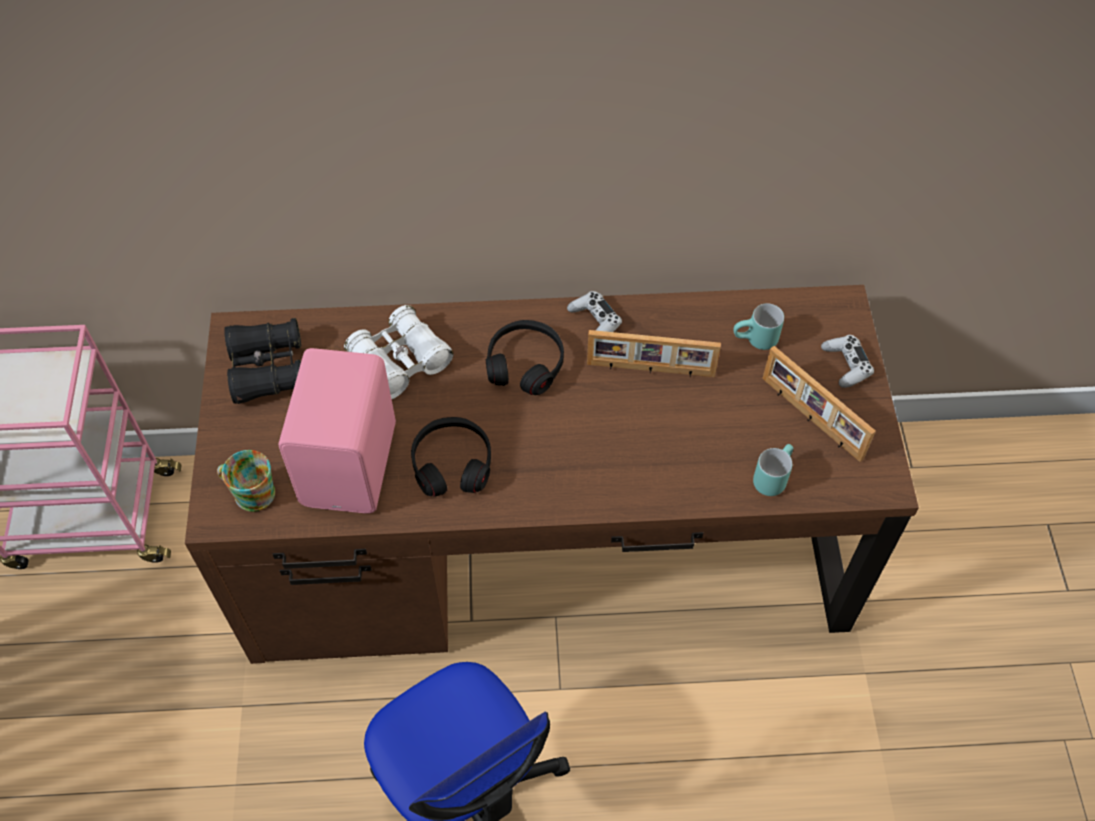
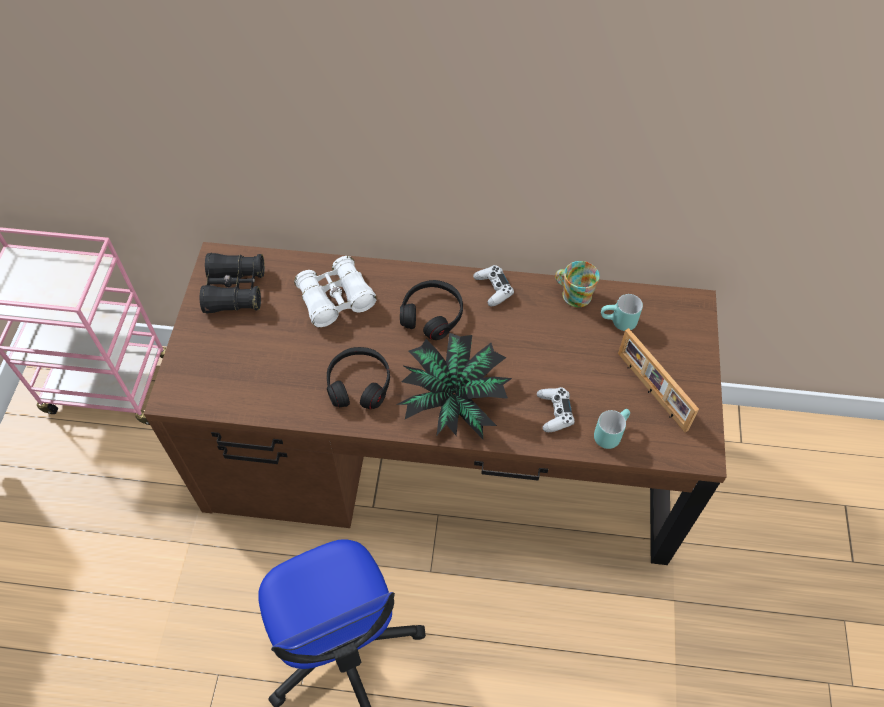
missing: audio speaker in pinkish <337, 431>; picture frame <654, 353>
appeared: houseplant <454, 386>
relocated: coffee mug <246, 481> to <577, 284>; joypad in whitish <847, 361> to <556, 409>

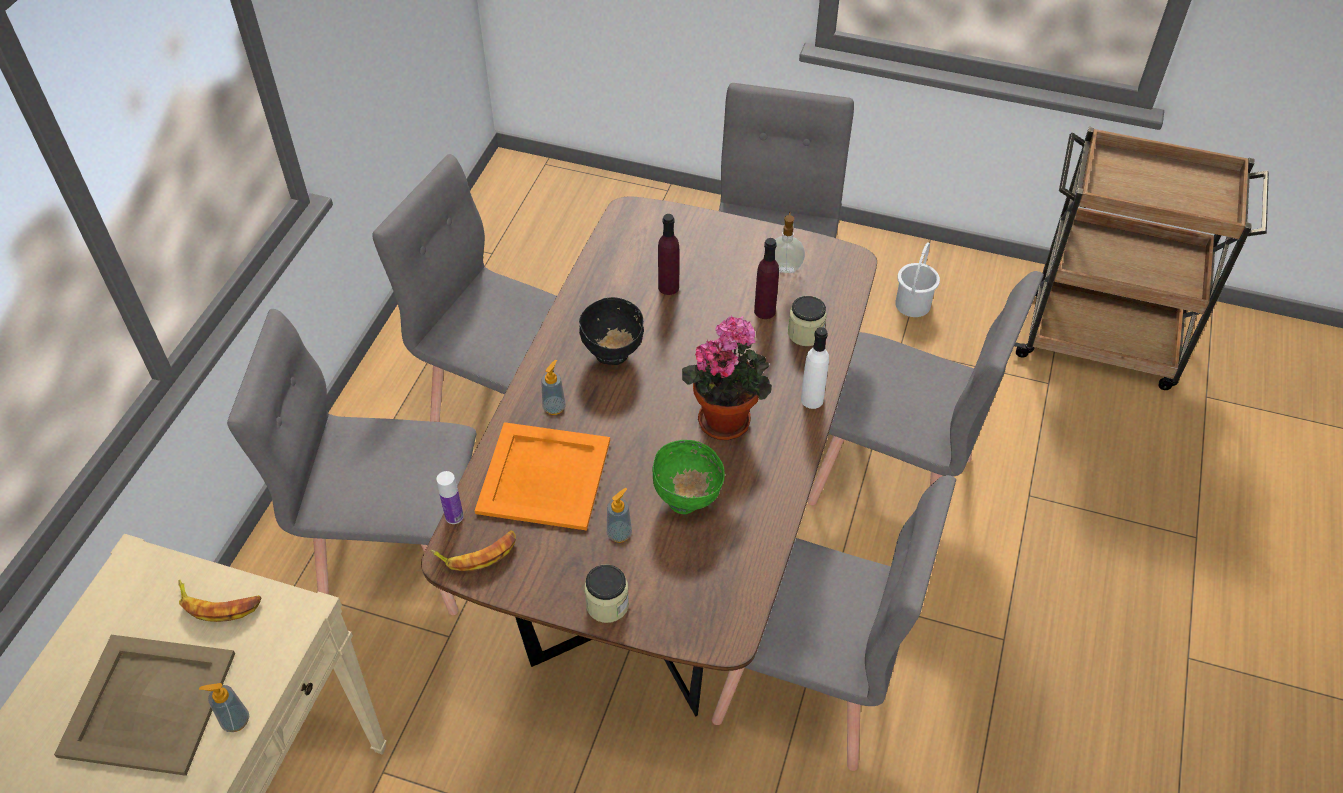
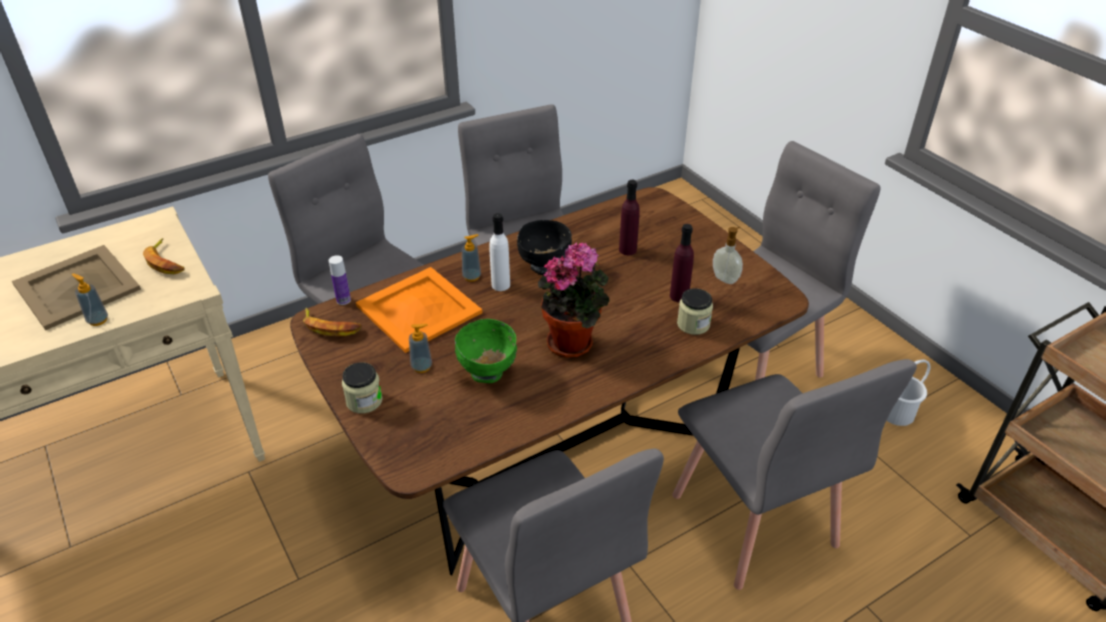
relocated: bottle in whitish <815, 368> to <499, 252>

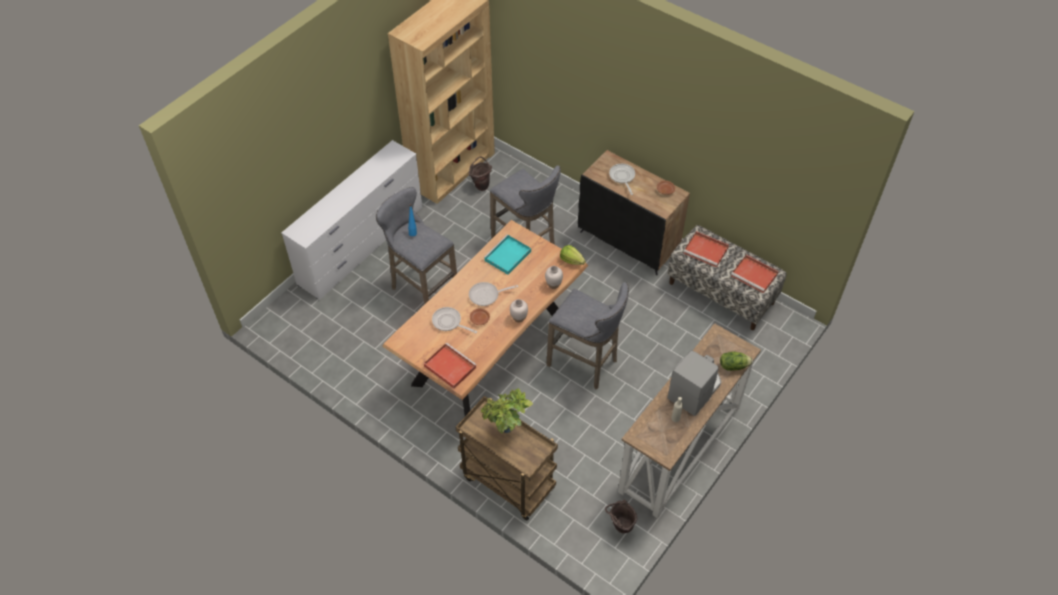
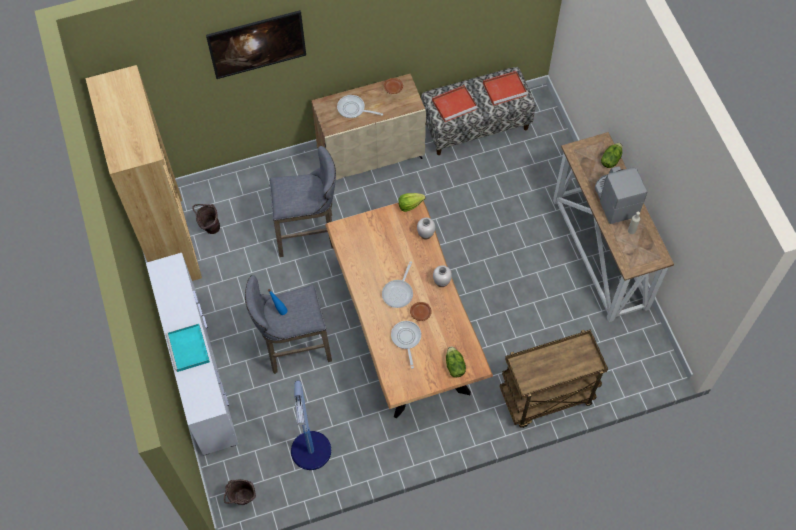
missing: houseplant <507, 411>; sitting stool in gray <587, 336>
appeared: picture <256, 44>; floor lamp <311, 425>
relocated: serving tray in blue-green <507, 255> to <188, 348>; bucket in brown <621, 517> to <240, 492>
exchanged: serving tray in reddish <450, 366> to lettuce <456, 361>
colour: cabinet in black <634, 212> to cabinet in beige <369, 127>
spun: frying pan <454, 320> = <406, 345> 105 degrees clockwise

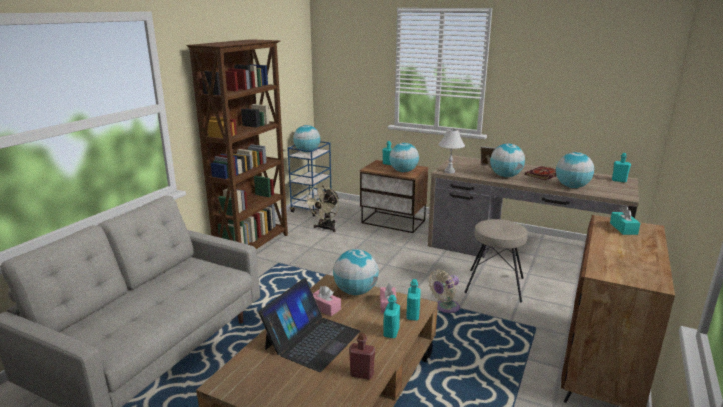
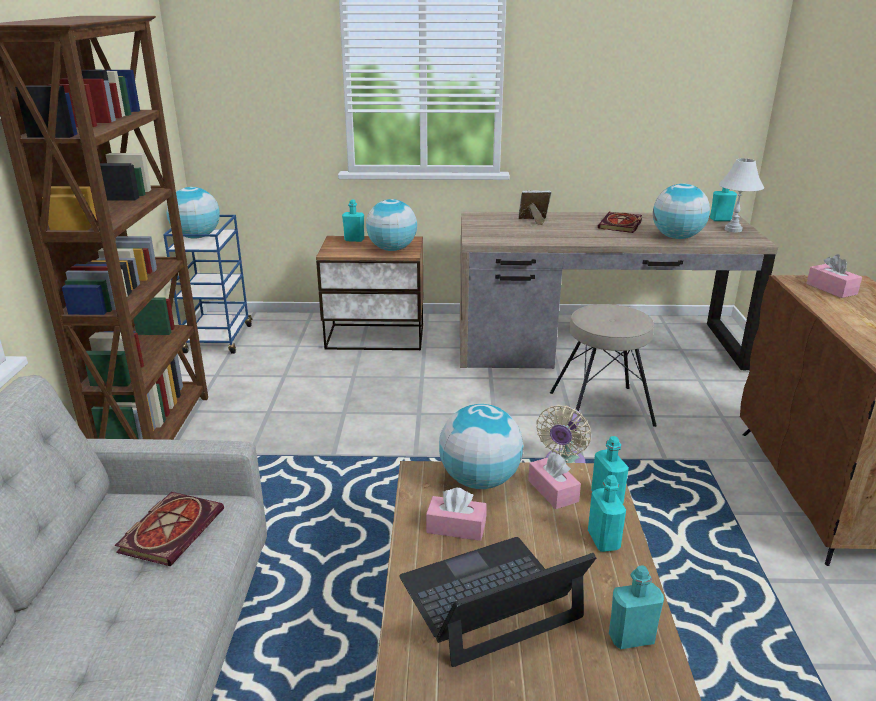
missing: cooling fan in beige <321, 208>; world globe <507, 160>
appeared: volume <169, 529>
relocated: lamp for a table in whitish <451, 150> to <741, 195>
colour: bottle in reddish <362, 356> to bottle in blue-green <636, 607>; tissue box in blue-green <625, 220> to tissue box in pinkish <834, 276>
spun: laptop <309, 325> = <497, 602> 120 degrees counterclockwise

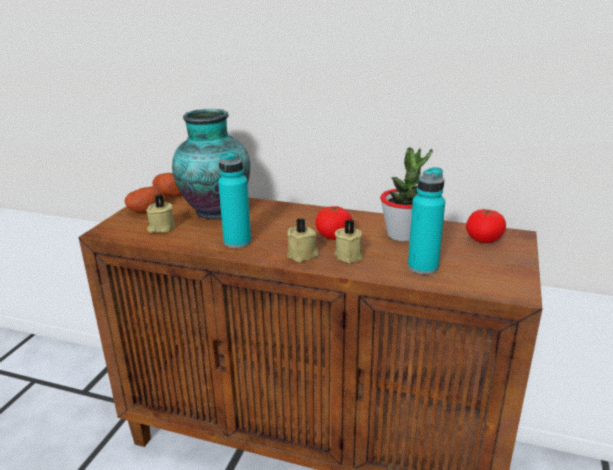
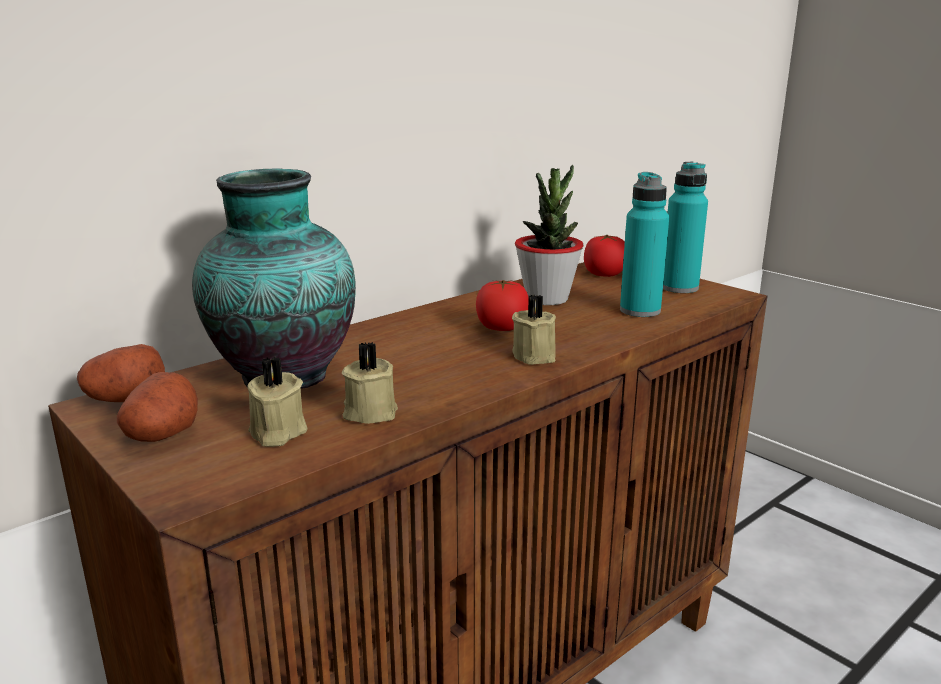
relocated: bottle in blue-green <234, 199> to <685, 227>; wax light in beige <349, 241> to <370, 383>

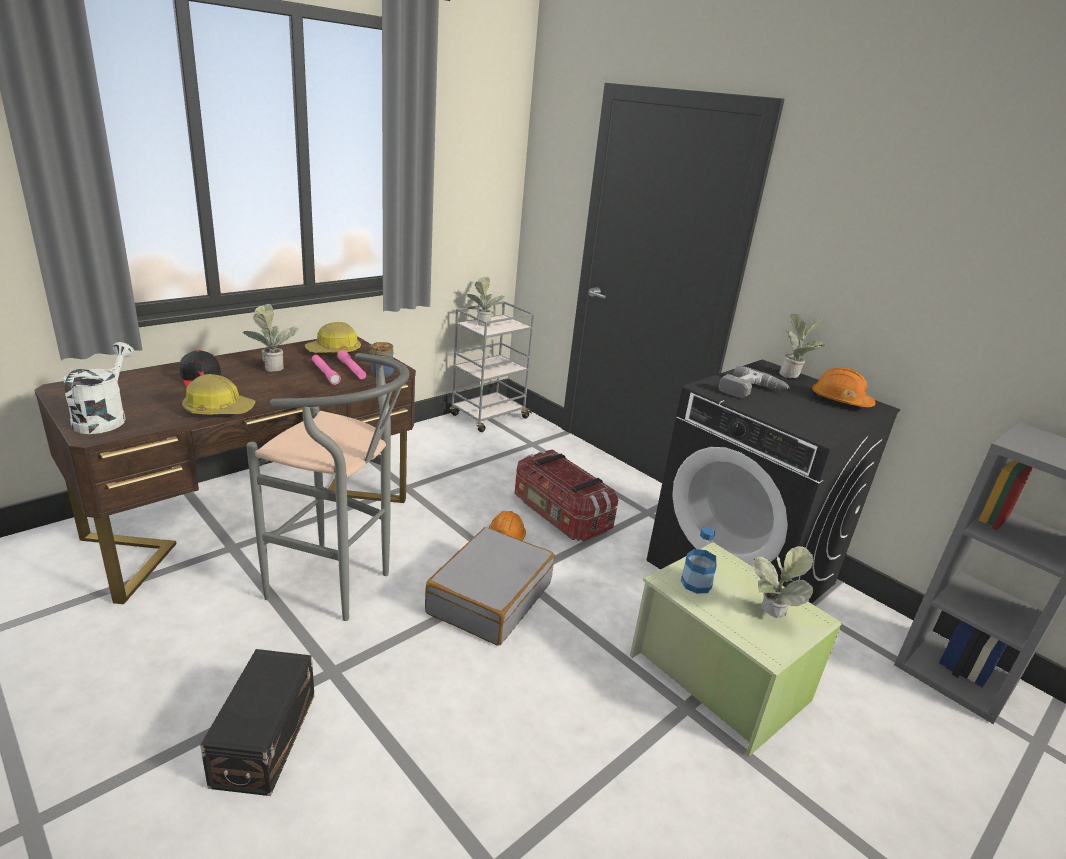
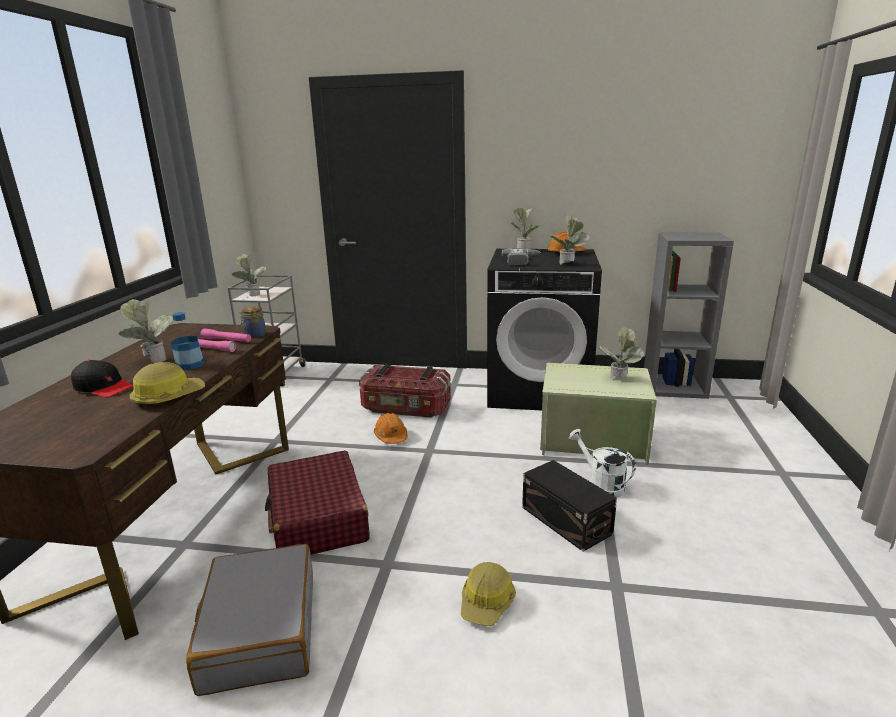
appeared: houseplant <569, 239>
relocated: watering pot in whitish <98, 388> to <602, 463>; storage bin in black <257, 722> to <569, 506>; safety helmet <333, 337> to <488, 594>; travel case in gray <490, 586> to <249, 620>; bottle <699, 560> to <187, 341>
exchanged: sitting stool in gray <328, 487> to travel case in reddish <317, 503>

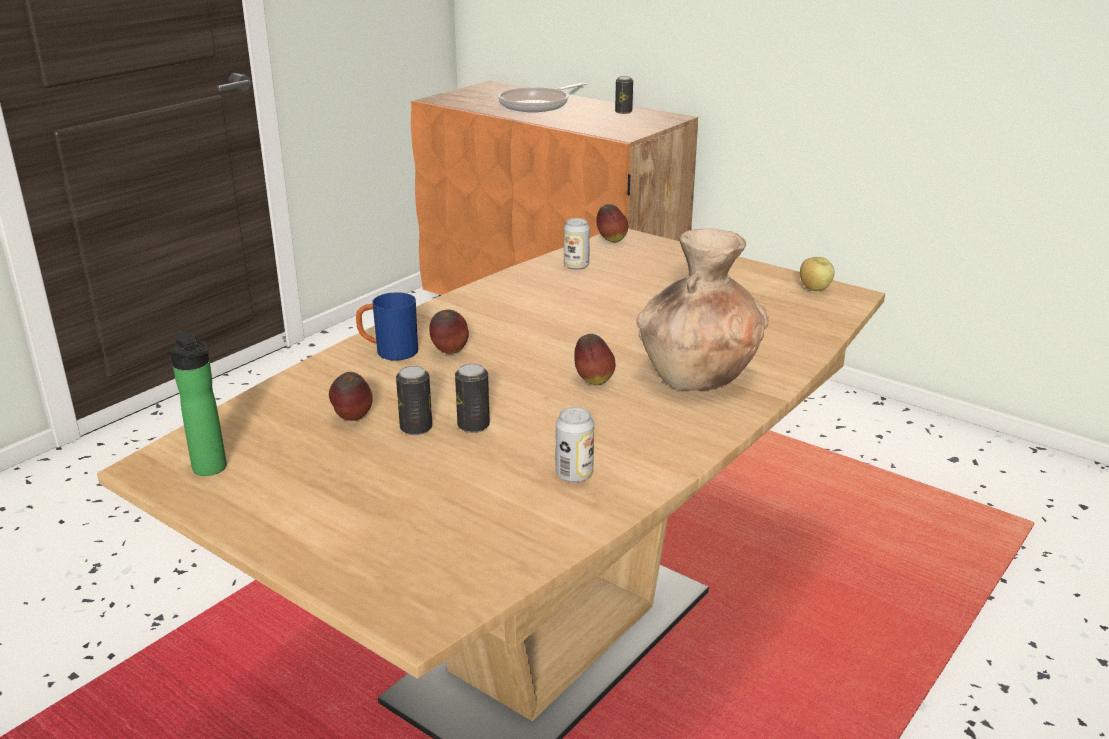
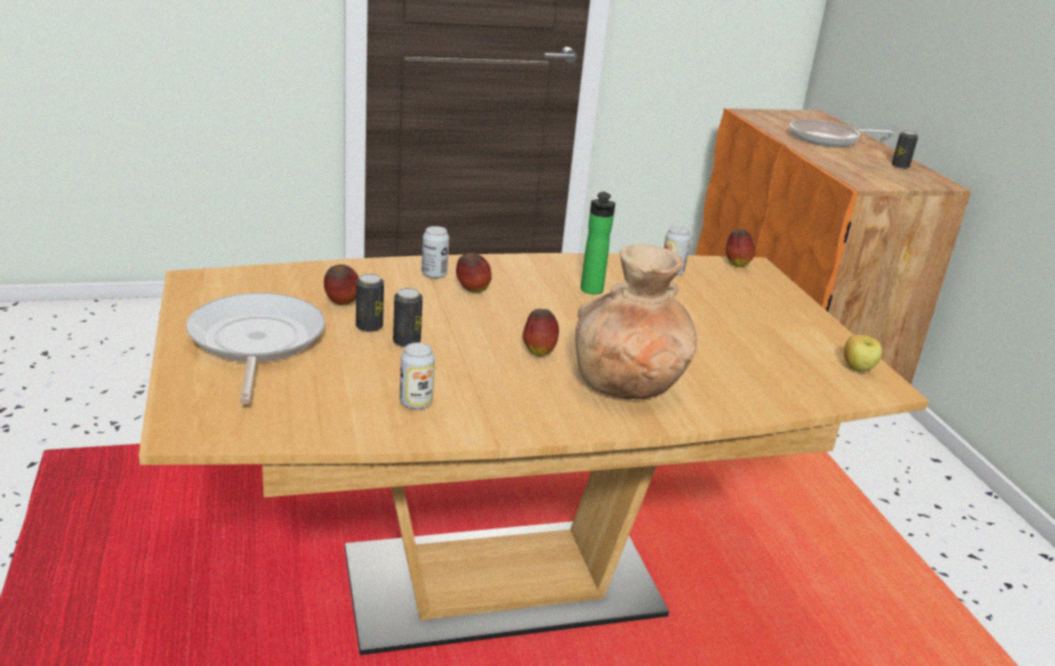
appeared: frying pan <255, 348>
relocated: bottle <198, 404> to <598, 243>
exchanged: coffee mug in blue <387, 326> to sealed can <435, 252>

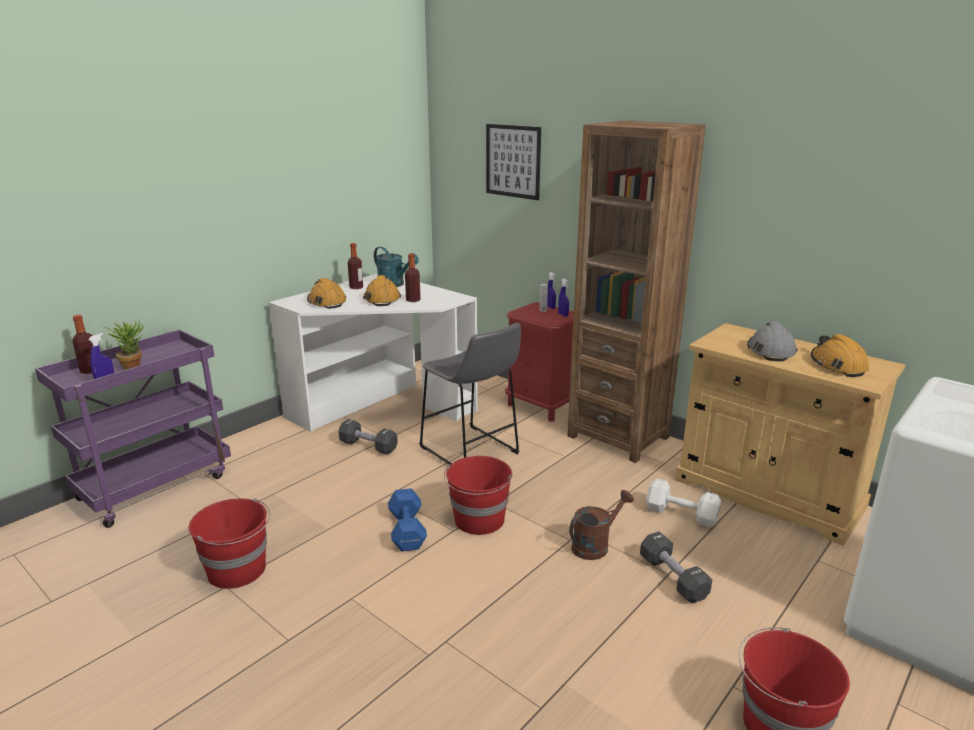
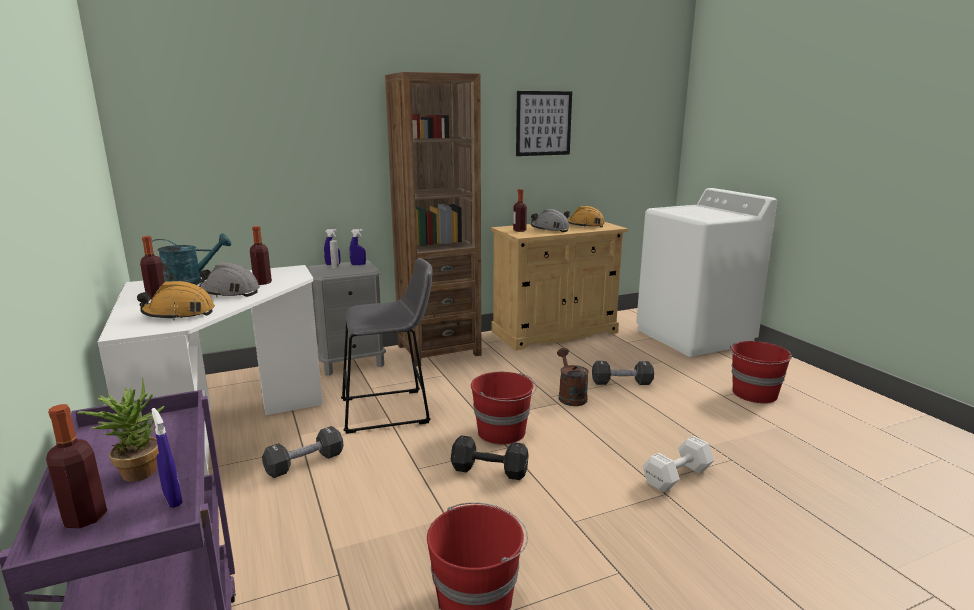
appeared: bottle <520, 210>
relocated: picture <513, 162> to <544, 123>; free weight in whitish <683, 503> to <678, 464>
colour: safety helmet in orange <382, 290> to safety helmet in gray <229, 280>; free weight in blue <407, 520> to free weight in black <490, 457>; bedside table in reddish <539, 362> to bedside table in gray <346, 318>

